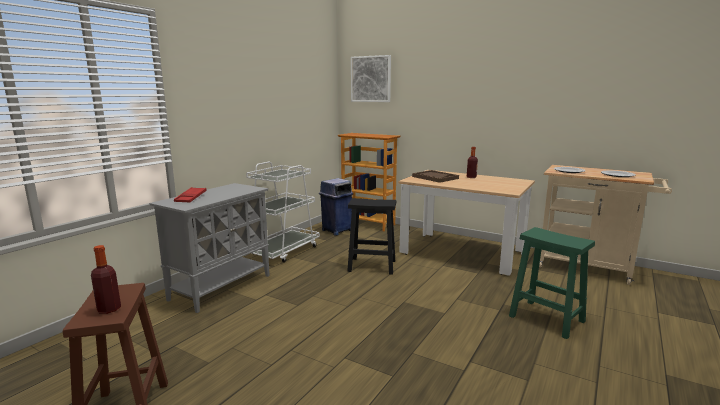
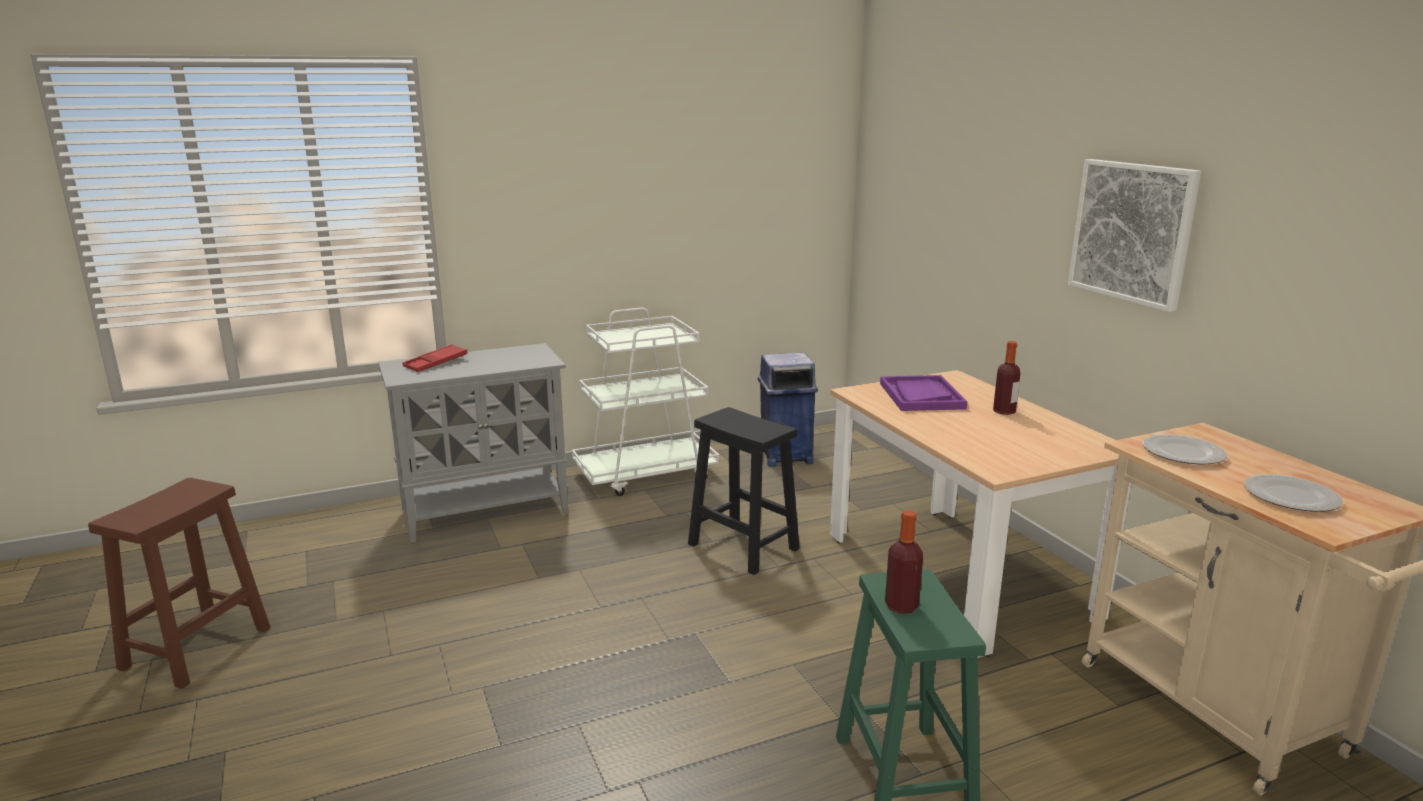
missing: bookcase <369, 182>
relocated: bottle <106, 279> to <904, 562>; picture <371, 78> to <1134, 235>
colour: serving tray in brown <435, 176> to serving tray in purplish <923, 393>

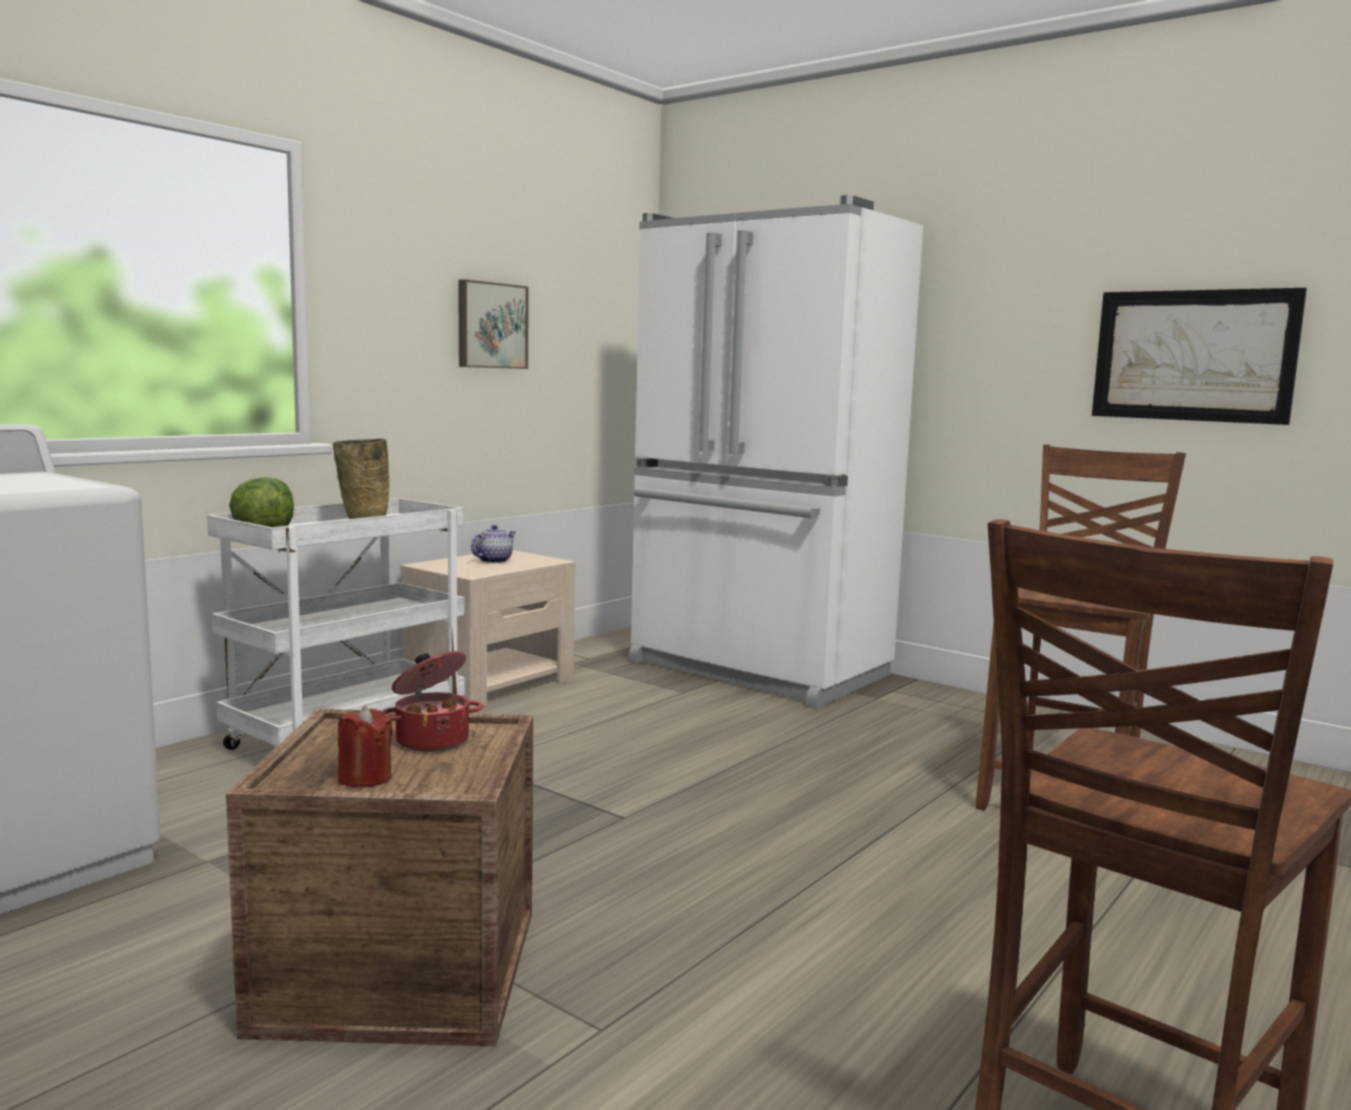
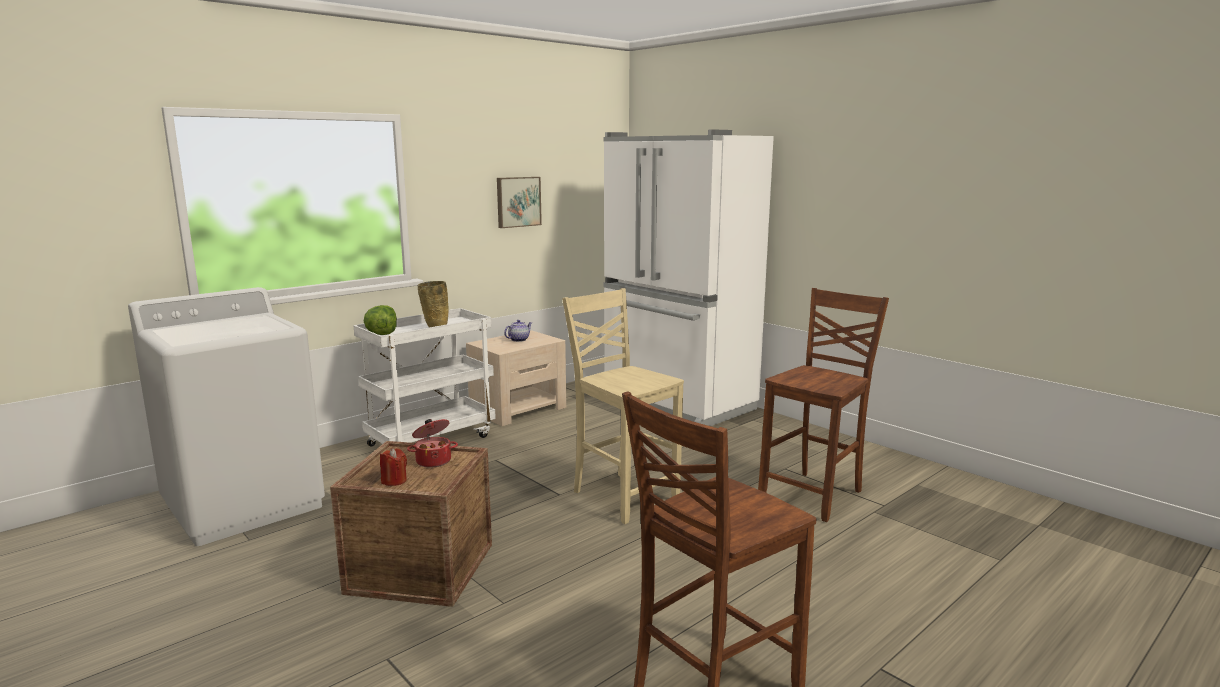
missing: picture <1199, 356>
appeared: plain chair in beige <623, 406>

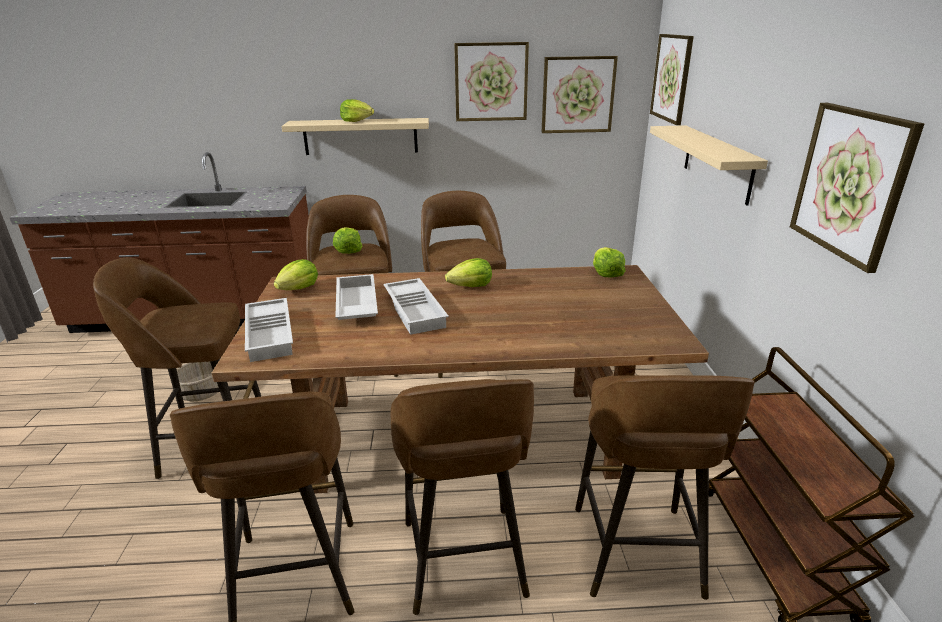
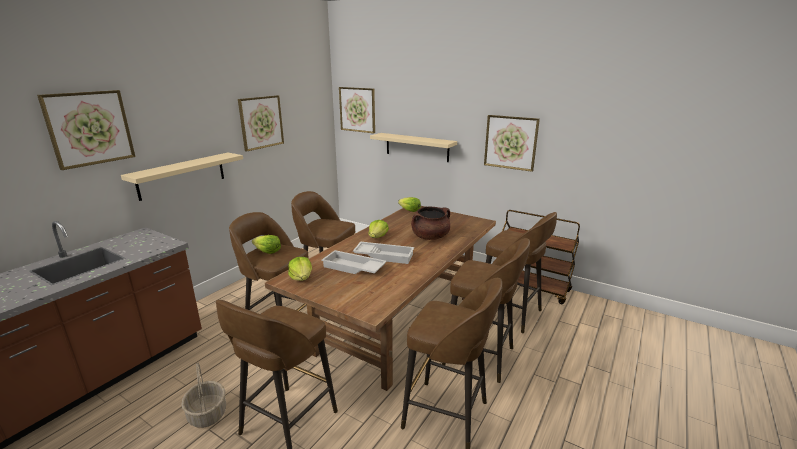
missing: serving tray in whitish <269, 330>; lettuce <357, 110>
appeared: stockpot in brown <430, 223>
relocated: picture <580, 94> to <86, 130>

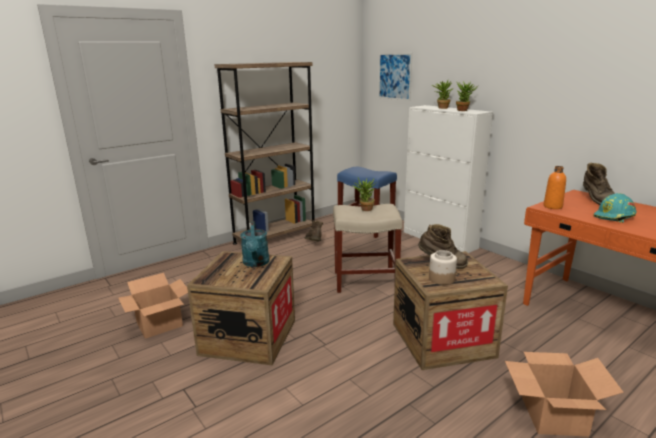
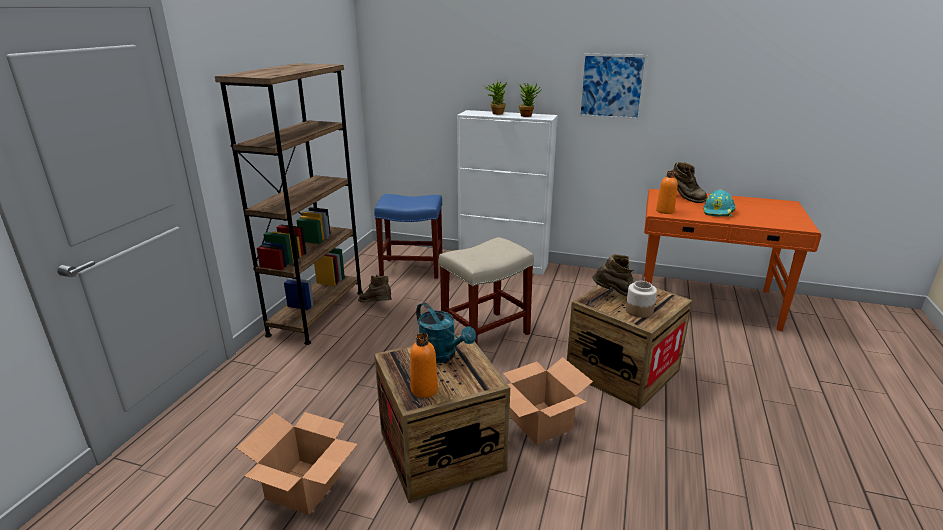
missing: houseplant <364, 194>
appeared: bottle in orange <424, 365>
relocated: picture <395, 77> to <613, 87>; packing box <564, 394> to <548, 401>

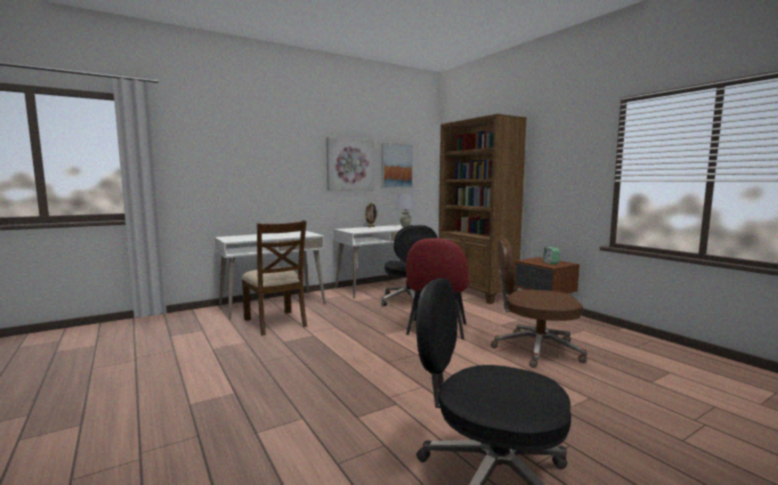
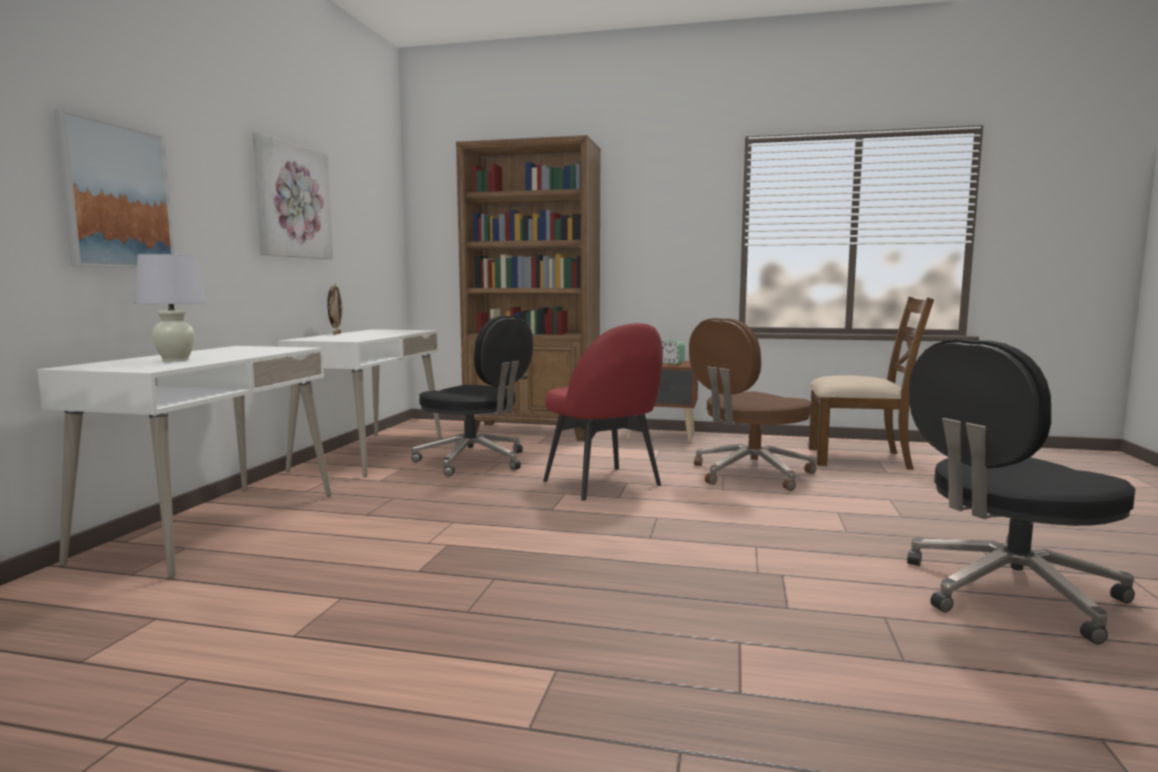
relocated: plain chair in brown <274, 278> to <871, 383>; picture <397, 165> to <114, 188>; lamp for a table in whitish <405, 210> to <170, 307>

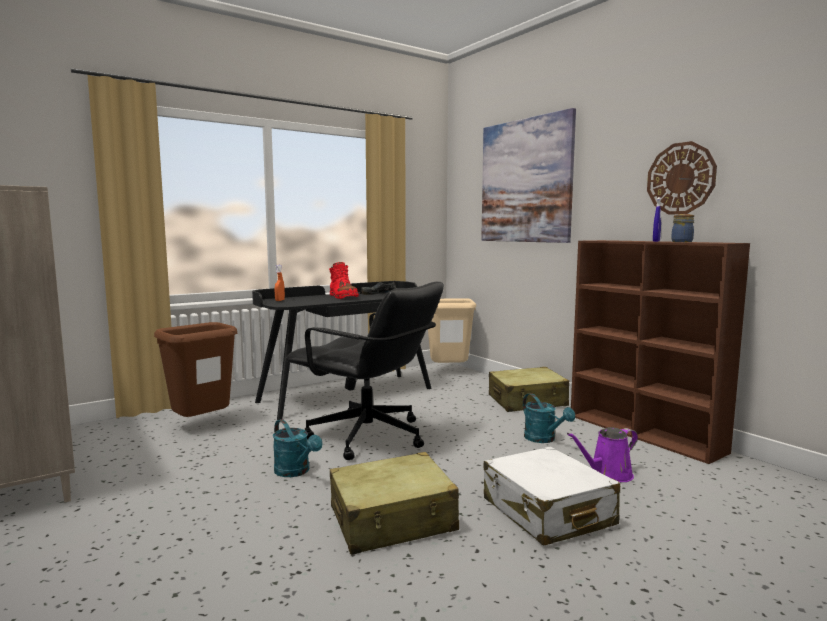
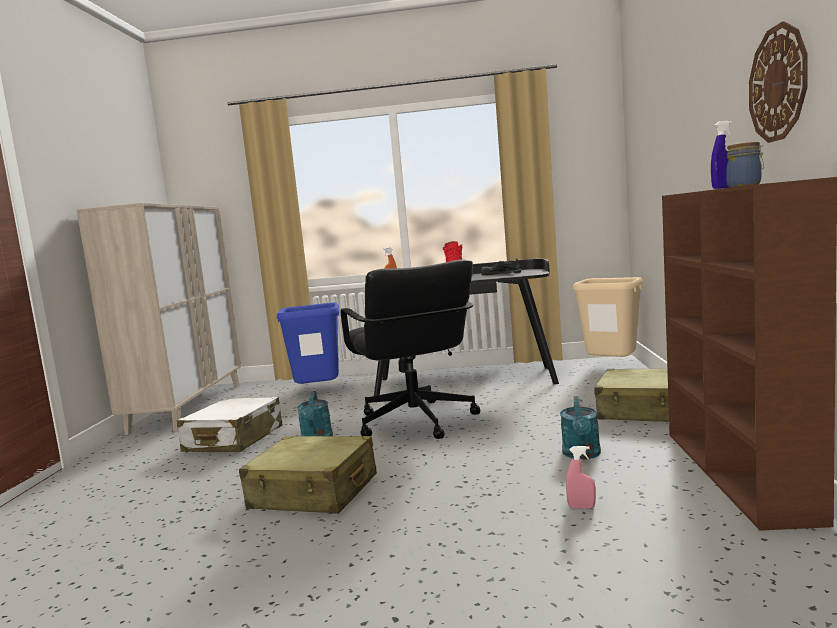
missing: picture <528, 175>
relocated: travel case in whitish <552, 496> to <230, 424>
exchanged: watering pot in purplish <602, 454> to spray bottle in pinkish <581, 477>
colour: waste bin in brown <195, 369> to waste bin in blue <308, 343>

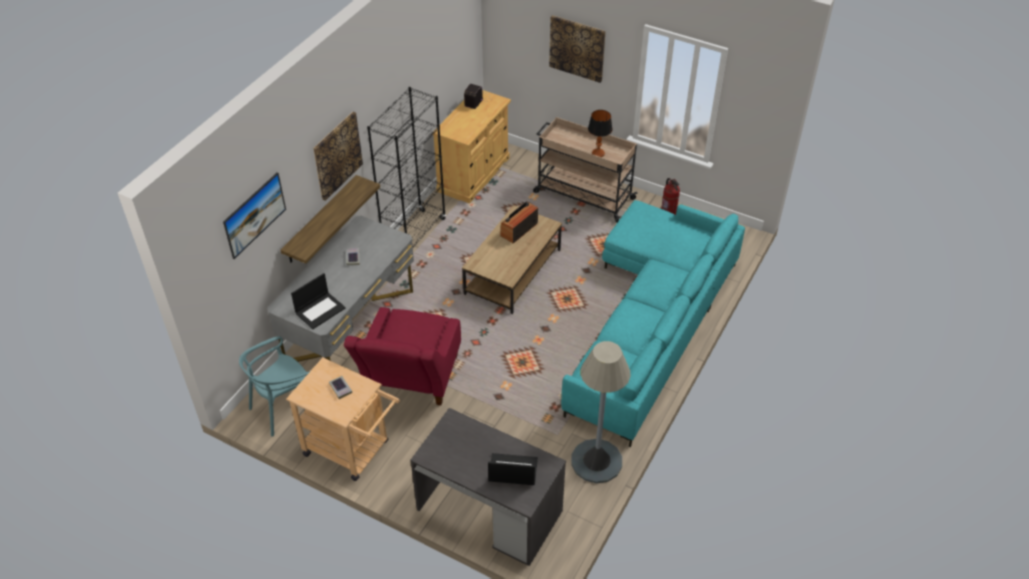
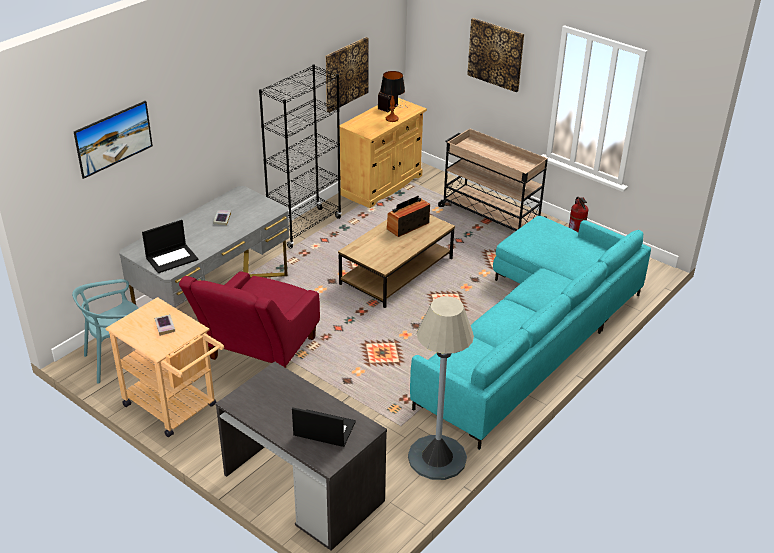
missing: wall shelf <330, 219>
relocated: picture <338, 156> to <347, 75>; lamp for a table <600, 133> to <392, 96>

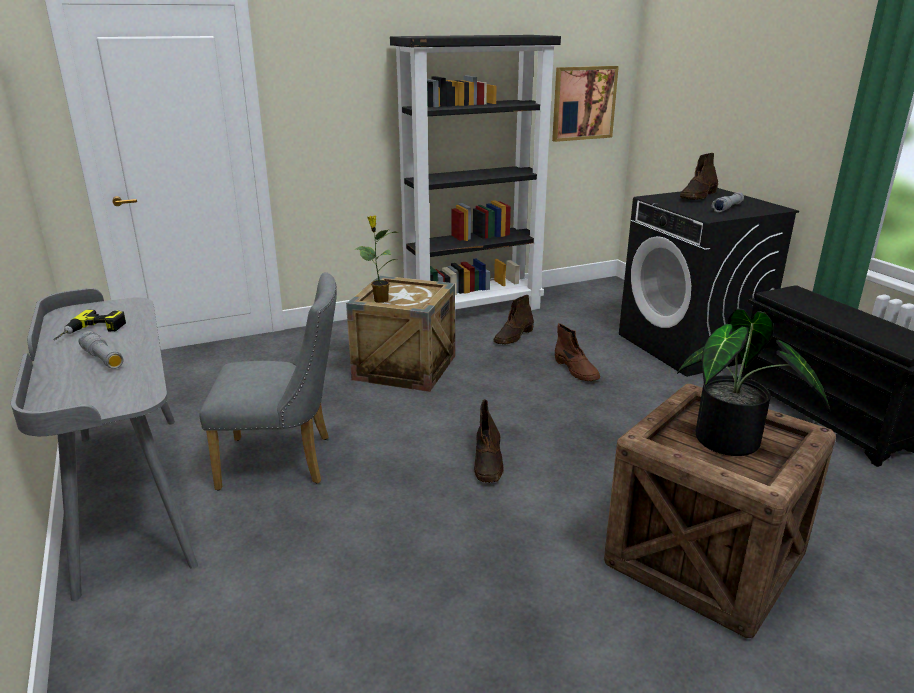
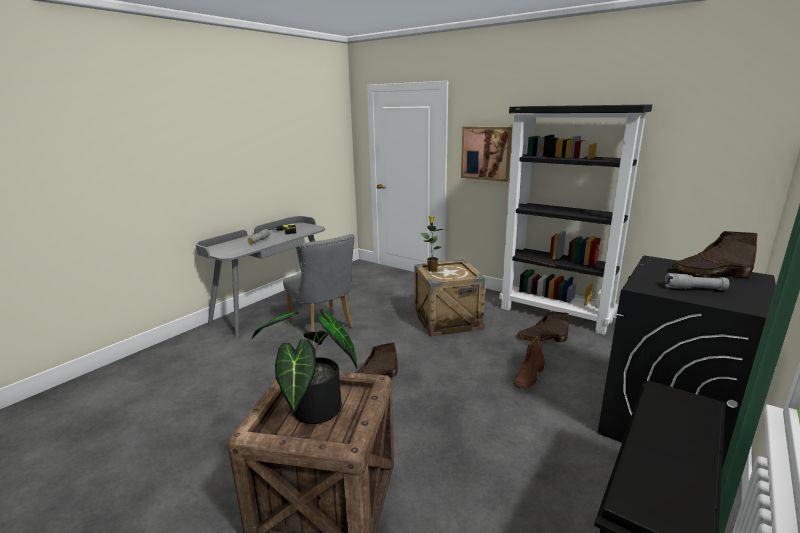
relocated: picture <585, 104> to <486, 154>

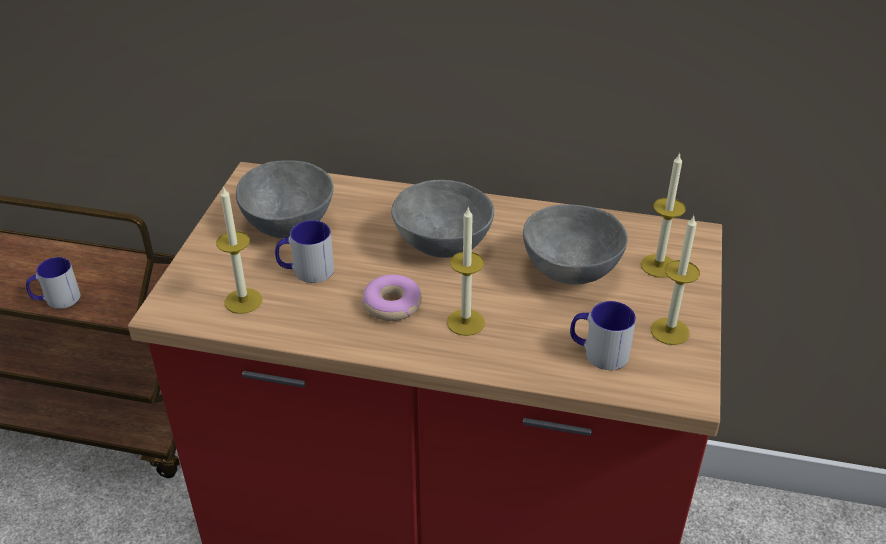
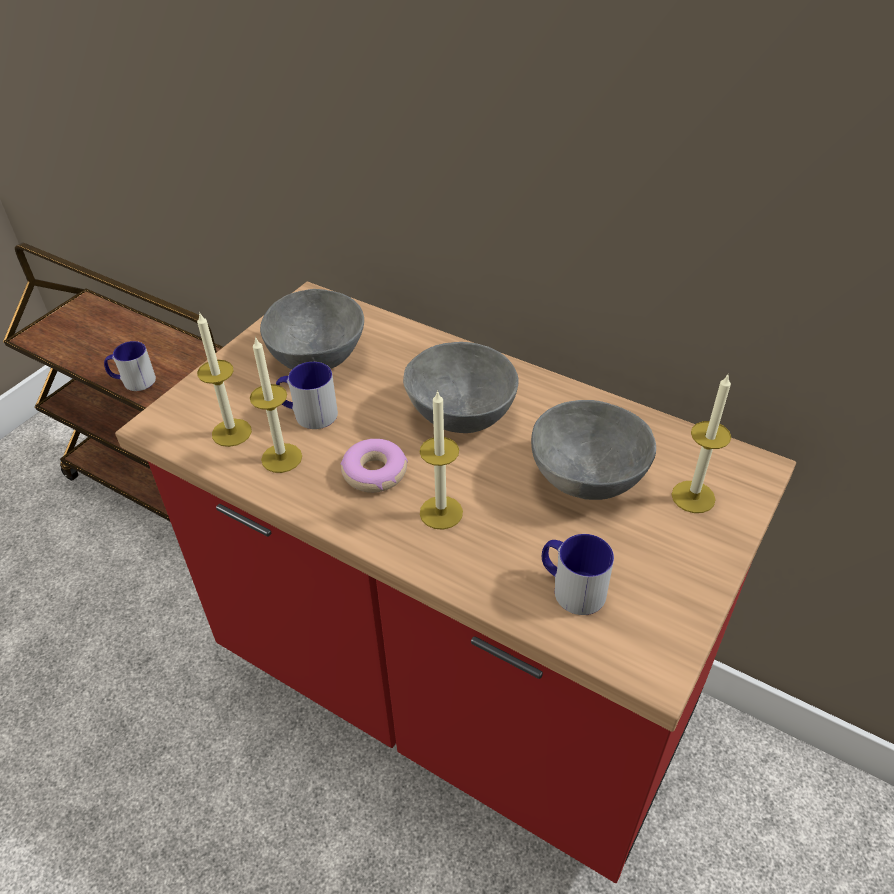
relocated: wax light <675, 280> to <276, 404>

